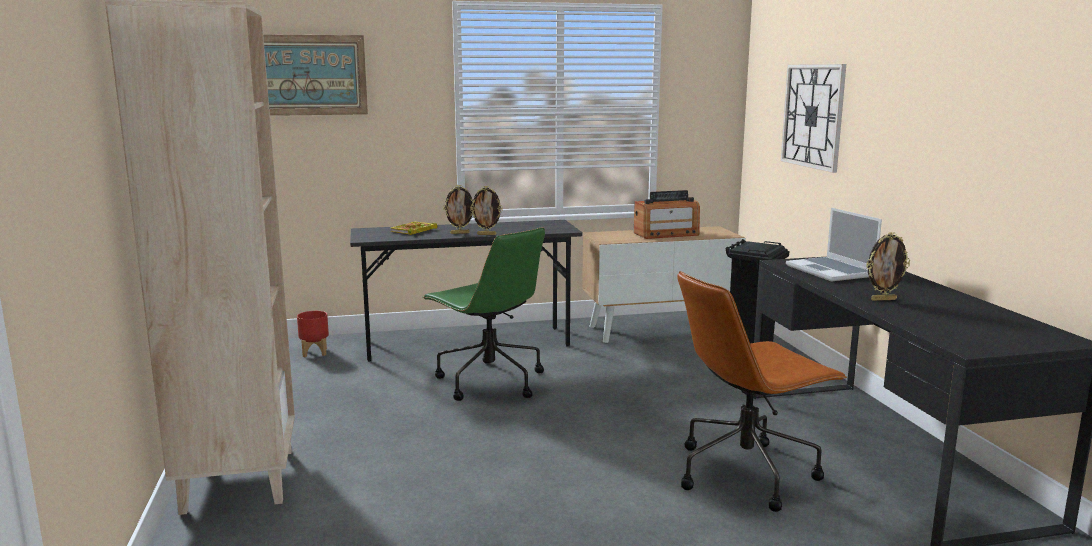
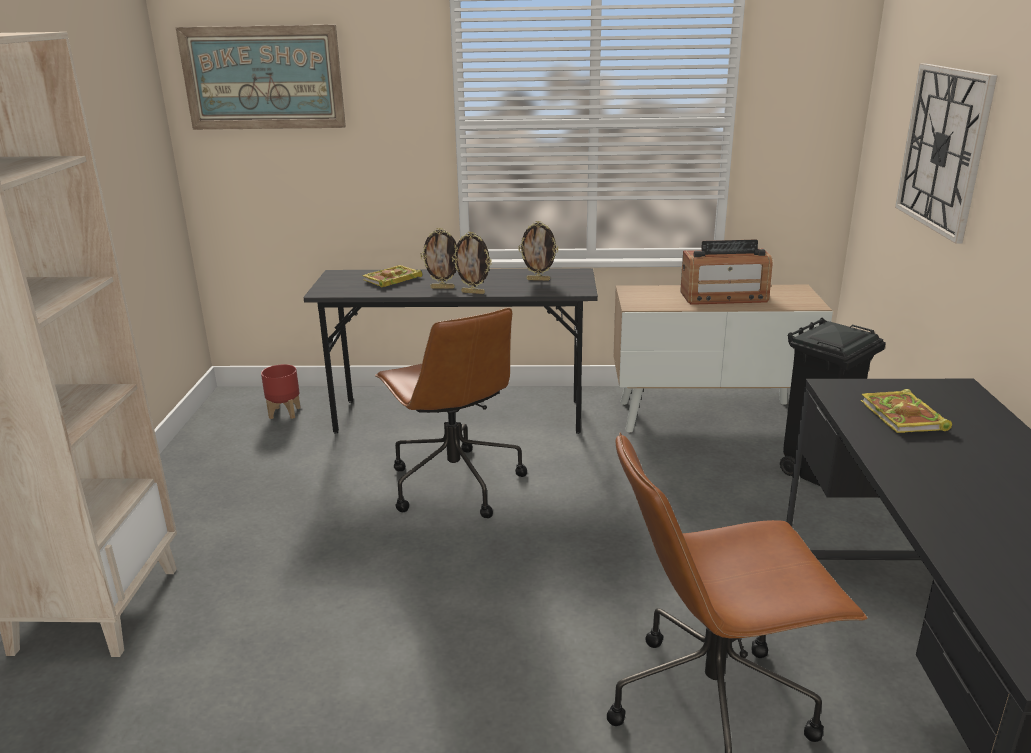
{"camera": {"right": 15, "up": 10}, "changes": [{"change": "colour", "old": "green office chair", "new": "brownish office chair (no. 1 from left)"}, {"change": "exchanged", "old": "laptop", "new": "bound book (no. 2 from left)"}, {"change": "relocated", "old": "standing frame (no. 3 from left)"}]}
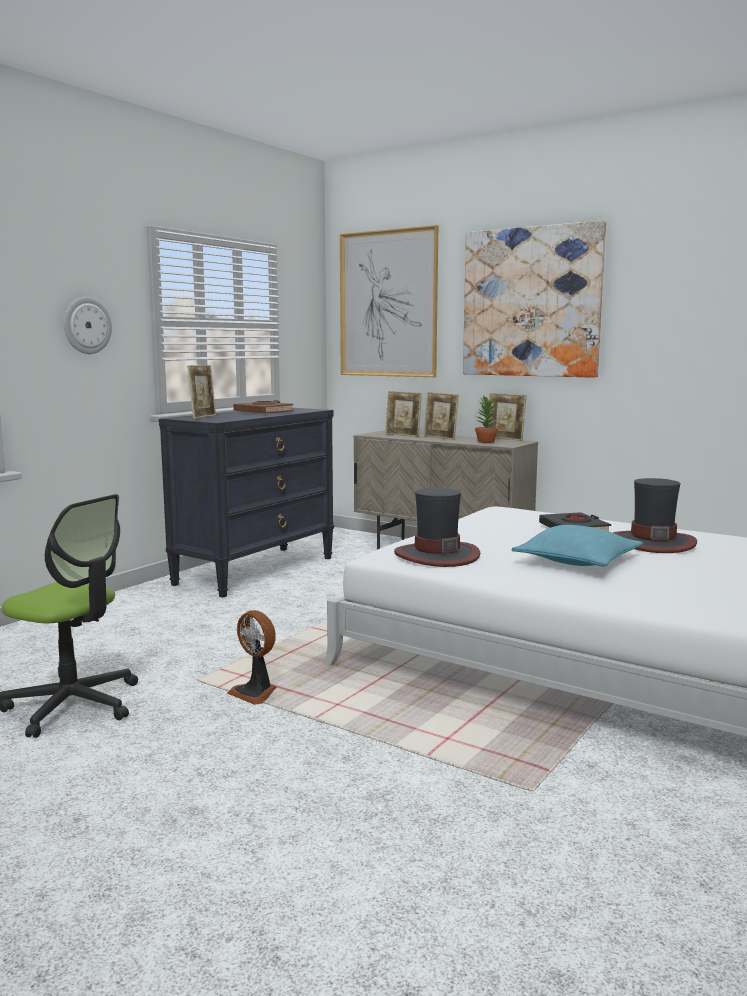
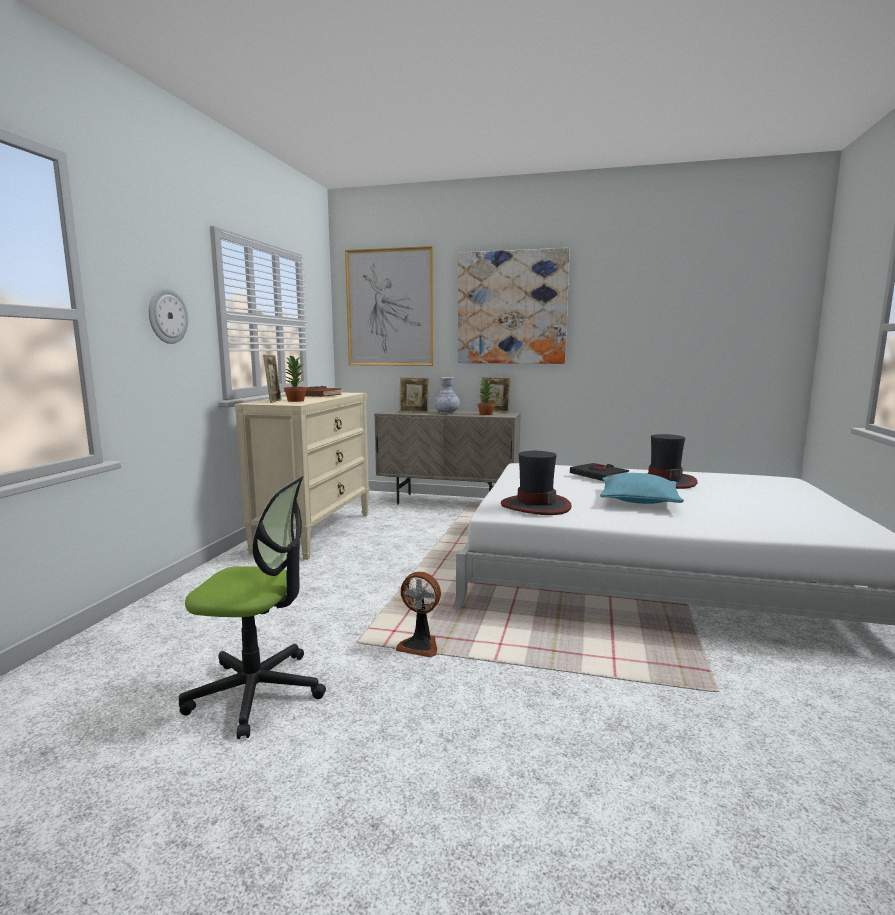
{"camera": {"right": -20, "up": 0}, "changes": [{"change": "colour", "old": "black chest of drawers", "new": "beige chest of drawers"}, {"change": "exchanged", "old": "standing frame (no. 3 from left)", "new": "flower vase"}, {"change": "appeared", "new": "plant in a pot (no. 1 from left)"}]}
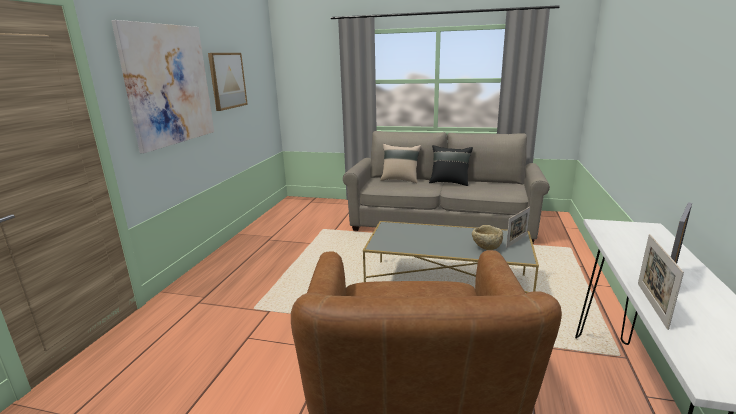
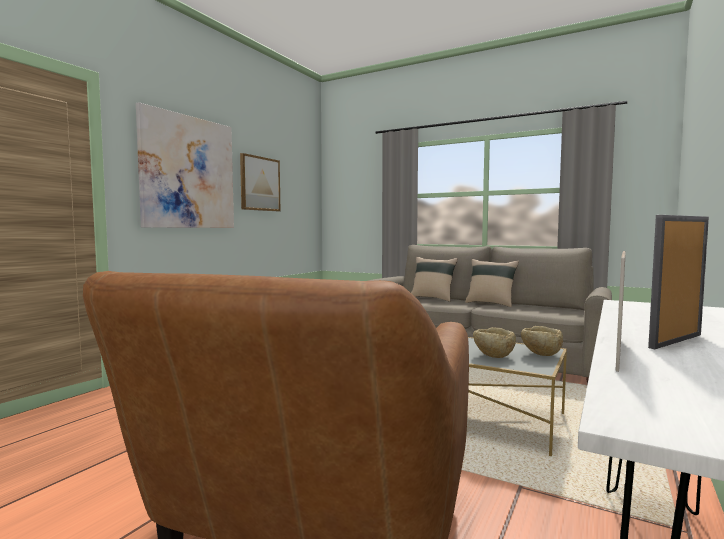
{"camera": {"right": 15, "up": -15}, "changes": [{"change": "colour", "old": "black cushion", "new": "beige cushion (no. 2 from left)"}, {"change": "exchanged", "old": "standing frame (no. 1 from left)", "new": "beige serving bowl (no. 2 from left)"}]}
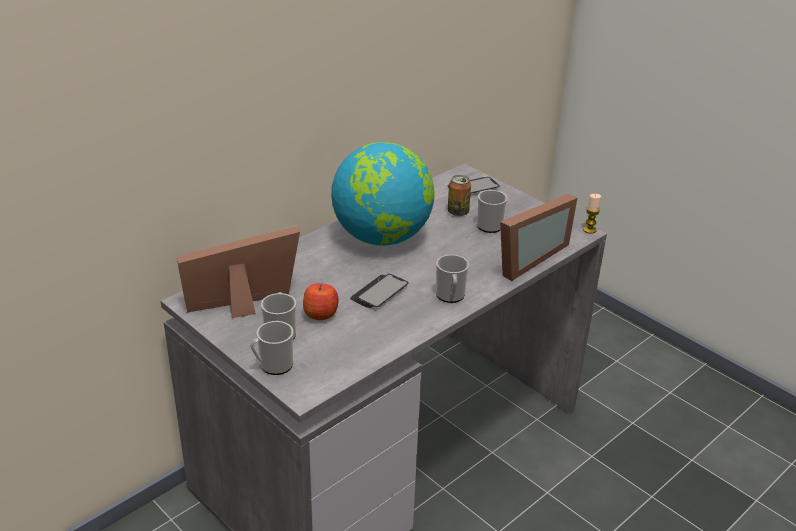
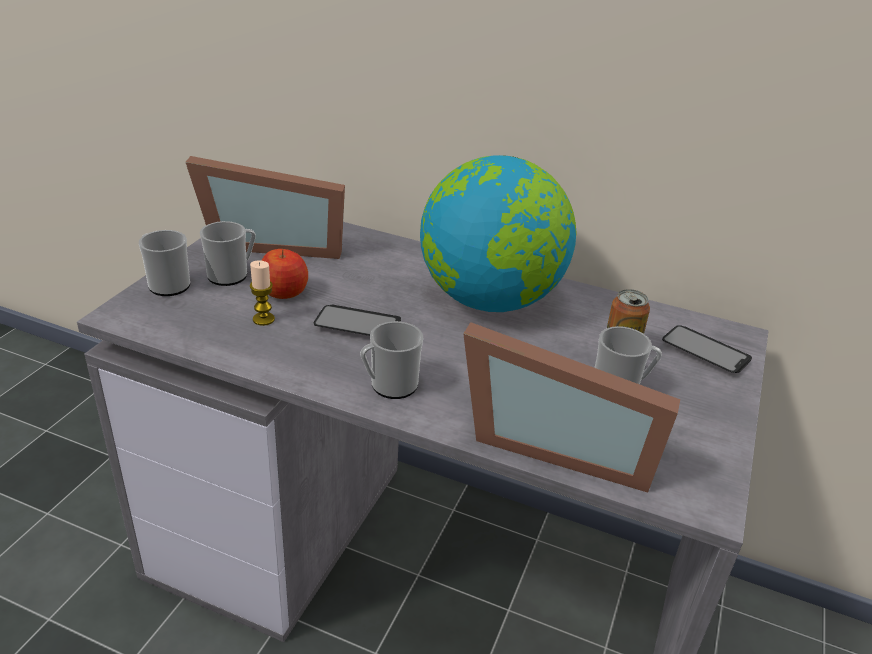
{"camera": {"right": 65, "up": 0}, "changes": [{"change": "spun", "old": "standing frame (no. 1 from left)", "degrees": 135}, {"change": "relocated", "old": "wax light"}]}
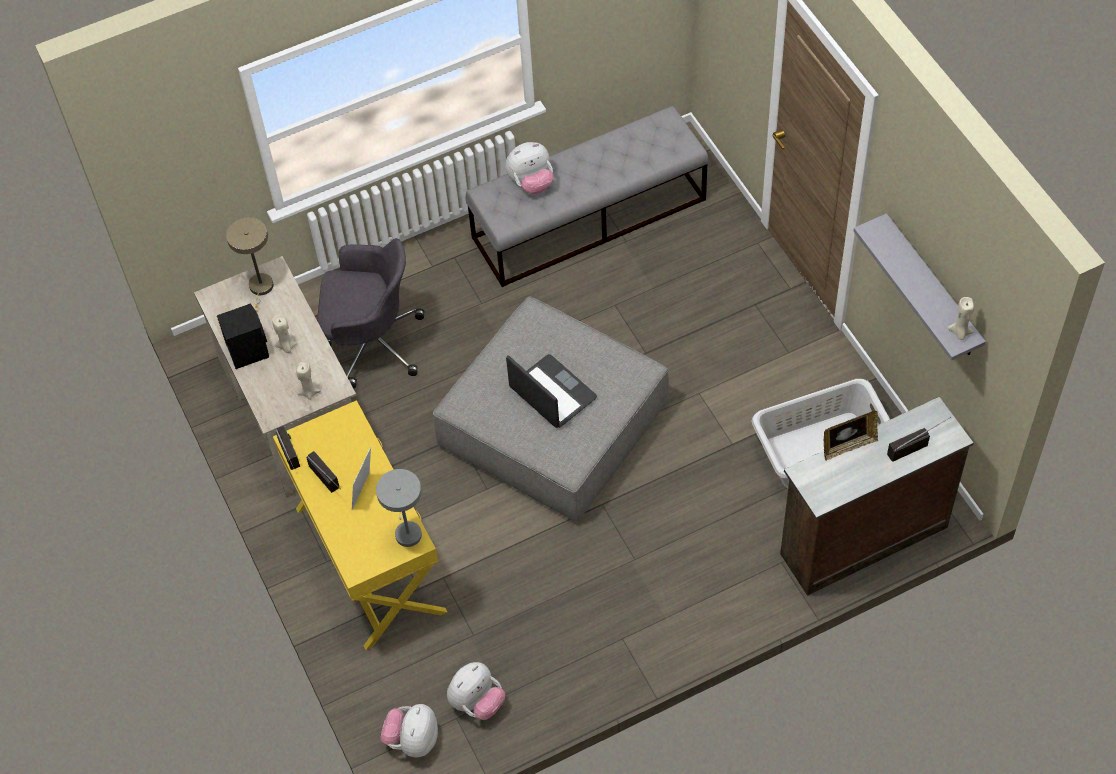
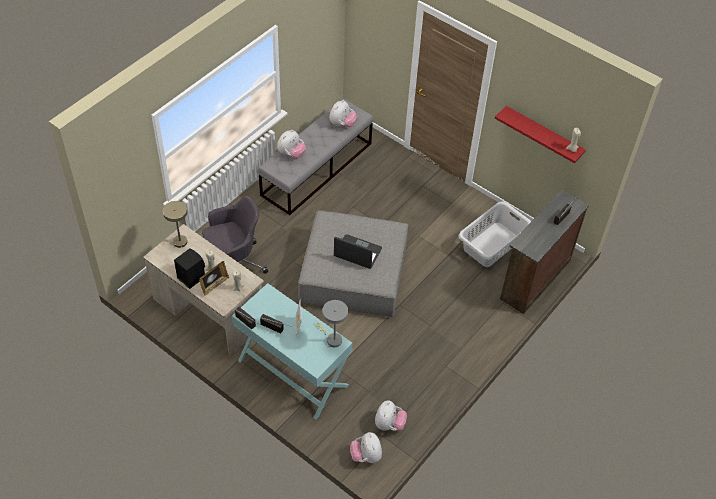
{"camera": {"right": -30, "up": -5}, "changes": [{"change": "colour", "old": "yellow hall table", "new": "turquoise hall table"}, {"change": "relocated", "old": "standing frame (no. 2 from left in the first image)", "new": "standing frame (no. 1 from left)"}, {"change": "colour", "old": "gray wall shelf", "new": "reddish wall shelf"}, {"change": "appeared", "new": "cuddly toy (no. 2 from left)"}]}
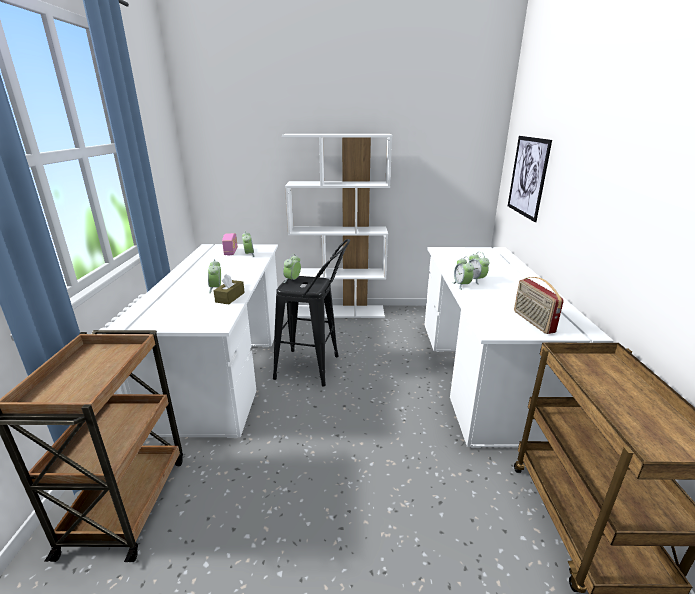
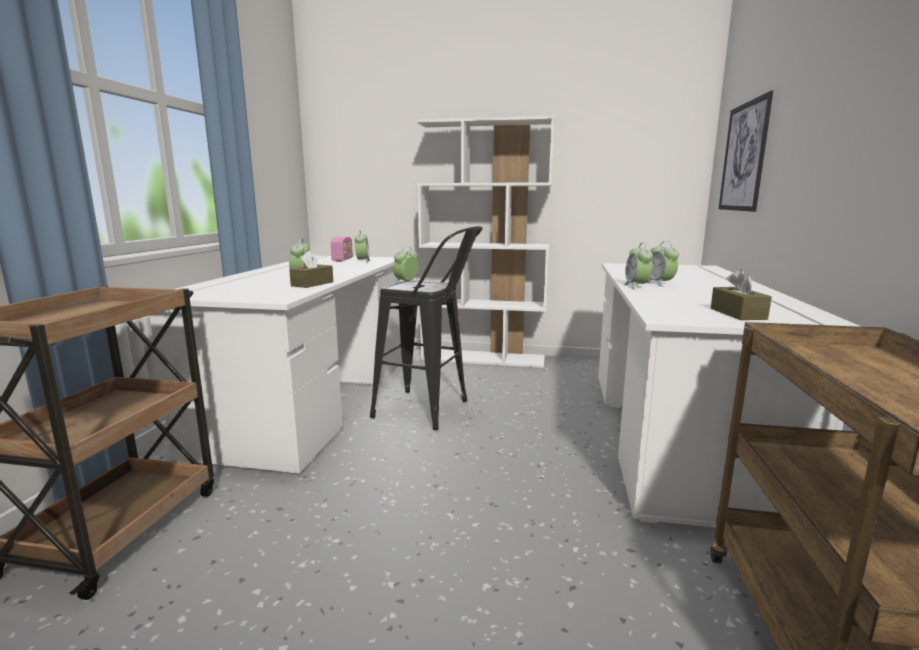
{"camera": {"right": 10, "up": -10}, "changes": [{"change": "exchanged", "old": "radio (no. 2 from left)", "new": "brownish box of tissues (no. 2 from left)"}]}
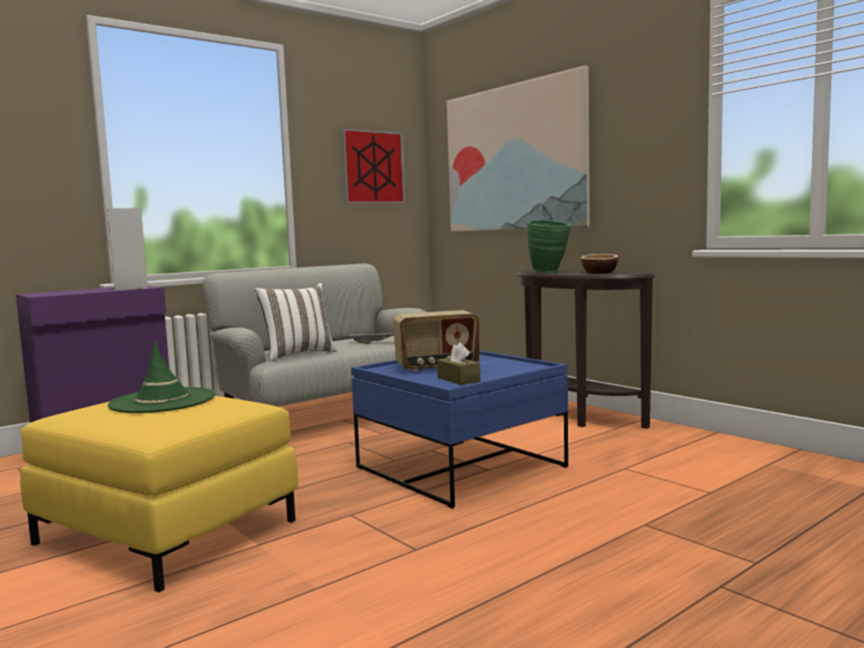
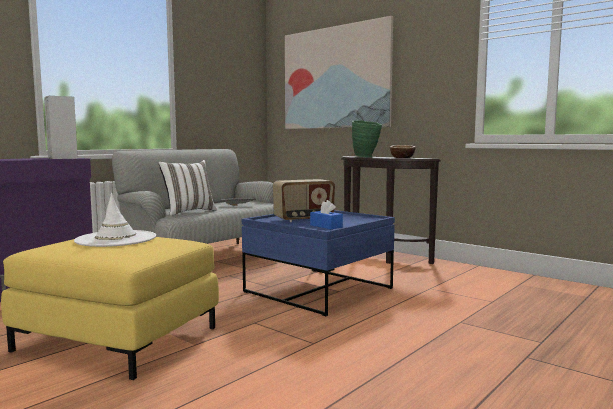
{"camera": {"right": -10, "up": 0}, "changes": [{"change": "colour", "old": "green hat", "new": "whitish hat"}, {"change": "missing", "old": "wall art (no. 1 from left)"}, {"change": "colour", "old": "brownish box of tissues", "new": "blue box of tissues"}]}
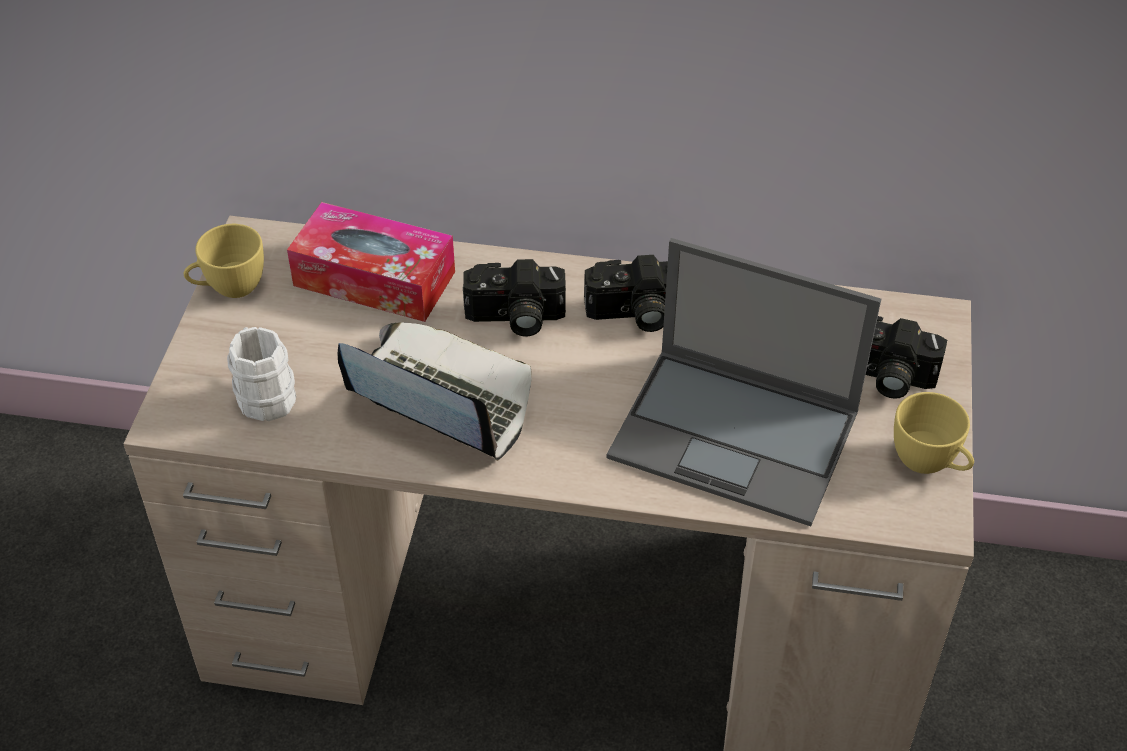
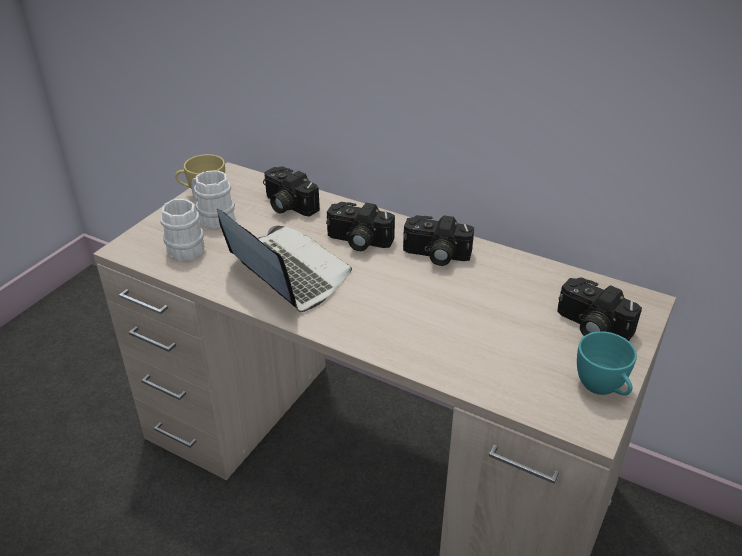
{"camera": {"right": 20, "up": -10}, "changes": [{"change": "exchanged", "old": "box of tissues", "new": "still camera (no. 1 from left)"}, {"change": "missing", "old": "laptop (no. 2 from left)"}, {"change": "colour", "old": "yellow drinking cup (no. 2 from left)", "new": "turquoise drinking cup"}, {"change": "appeared", "new": "whitish tea mug (no. 2 from left)"}]}
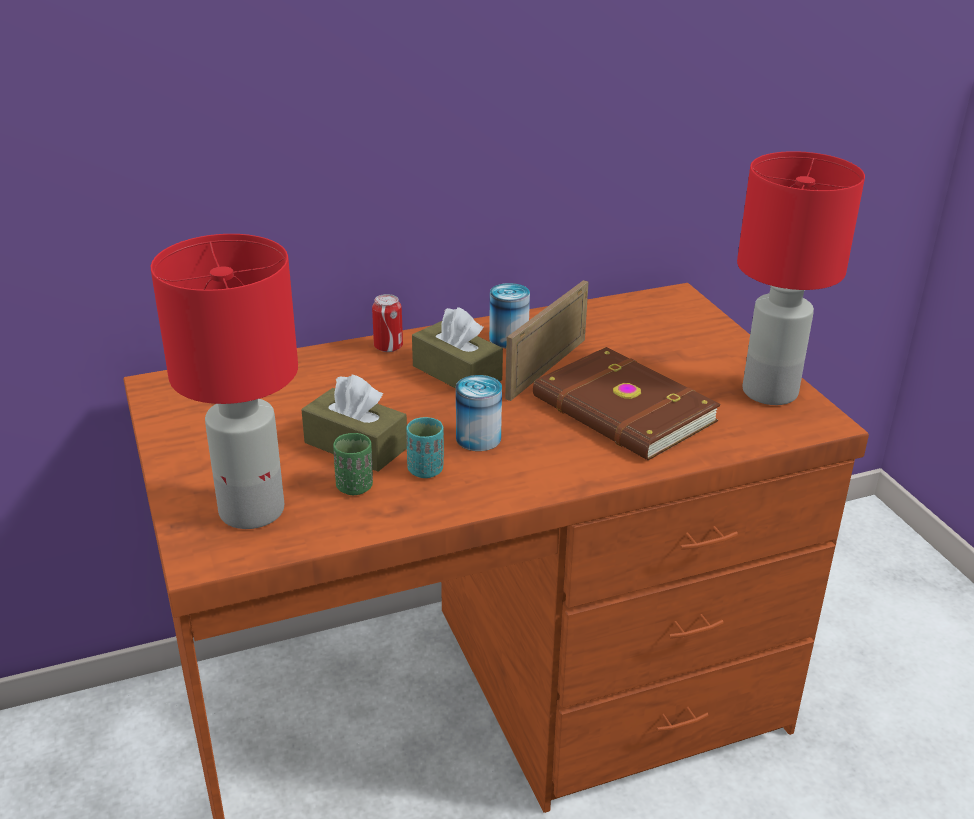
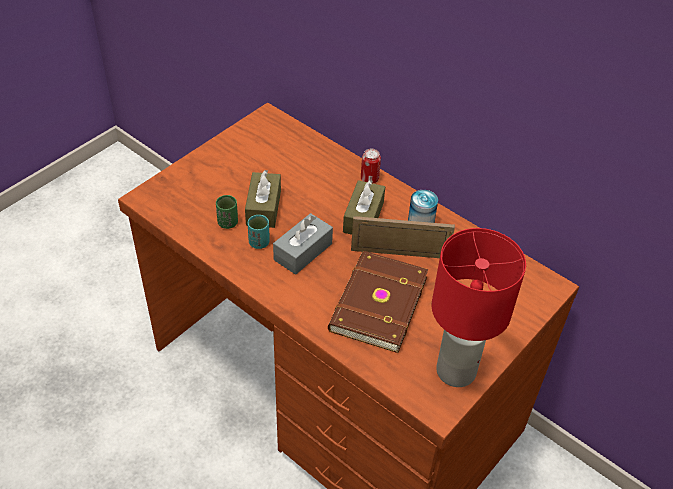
{"camera": {"right": 60, "up": 15}, "changes": [{"change": "missing", "old": "reddish table lamp (no. 1 from left)"}, {"change": "exchanged", "old": "sealed can (no. 2 from left)", "new": "gray box of tissues"}]}
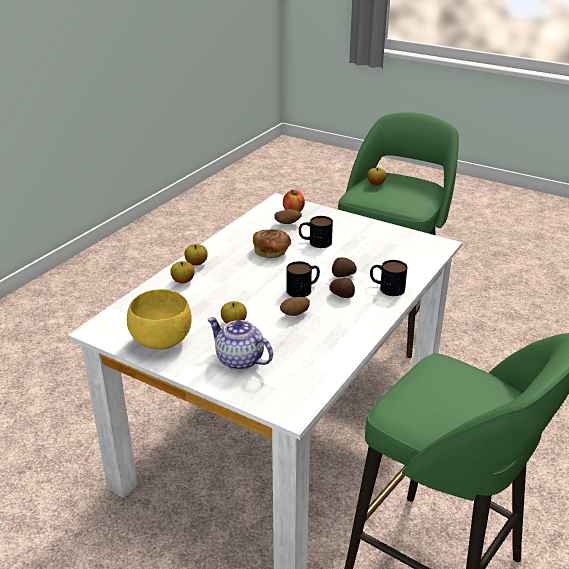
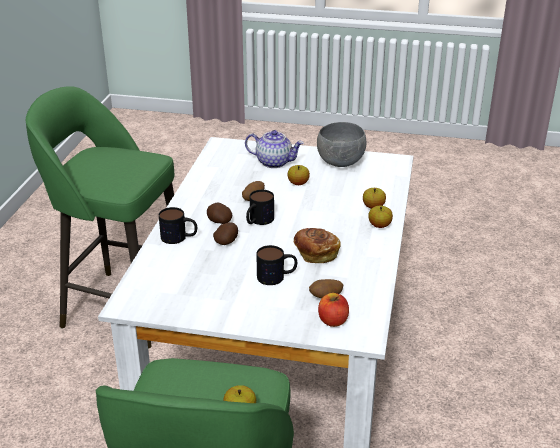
{"camera": {"right": 160, "up": 0}, "changes": [{"change": "colour", "old": "yellow serving bowl", "new": "gray serving bowl"}]}
